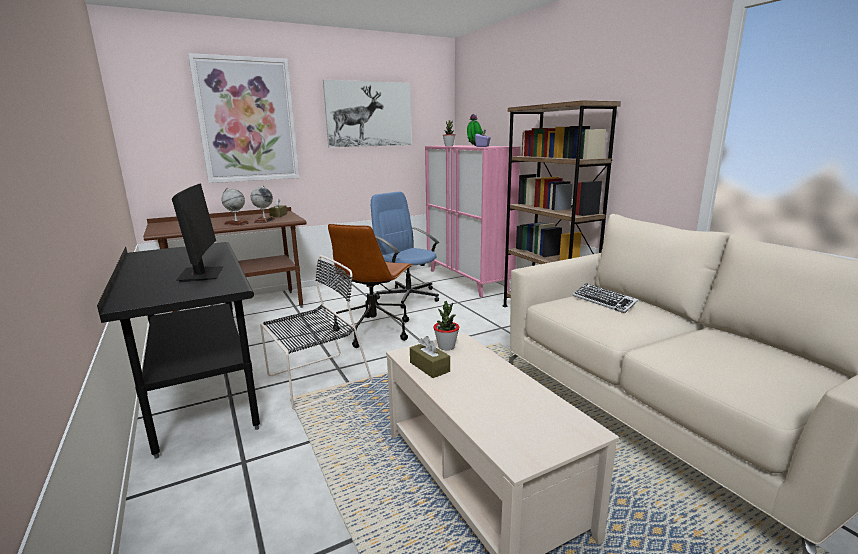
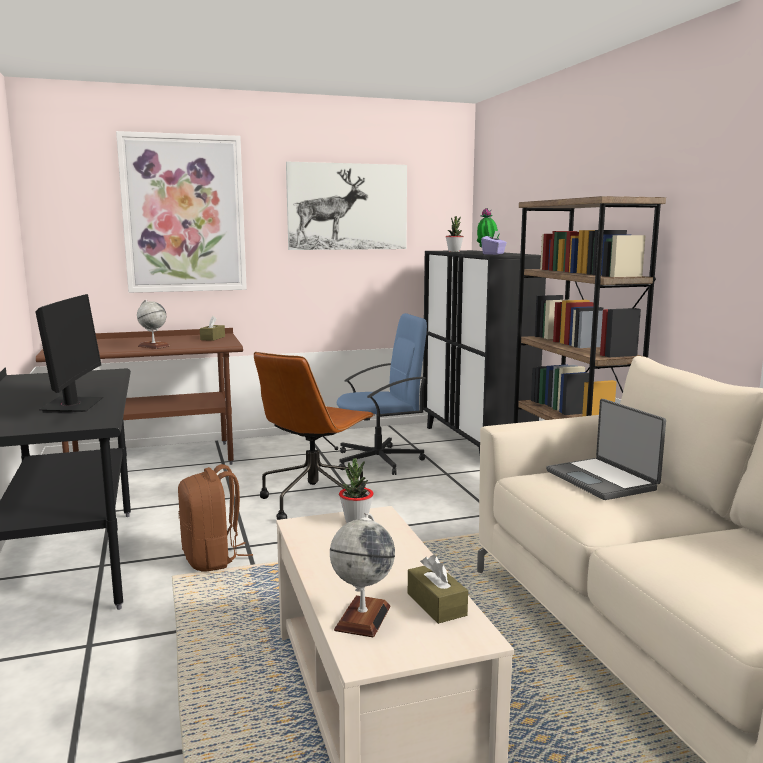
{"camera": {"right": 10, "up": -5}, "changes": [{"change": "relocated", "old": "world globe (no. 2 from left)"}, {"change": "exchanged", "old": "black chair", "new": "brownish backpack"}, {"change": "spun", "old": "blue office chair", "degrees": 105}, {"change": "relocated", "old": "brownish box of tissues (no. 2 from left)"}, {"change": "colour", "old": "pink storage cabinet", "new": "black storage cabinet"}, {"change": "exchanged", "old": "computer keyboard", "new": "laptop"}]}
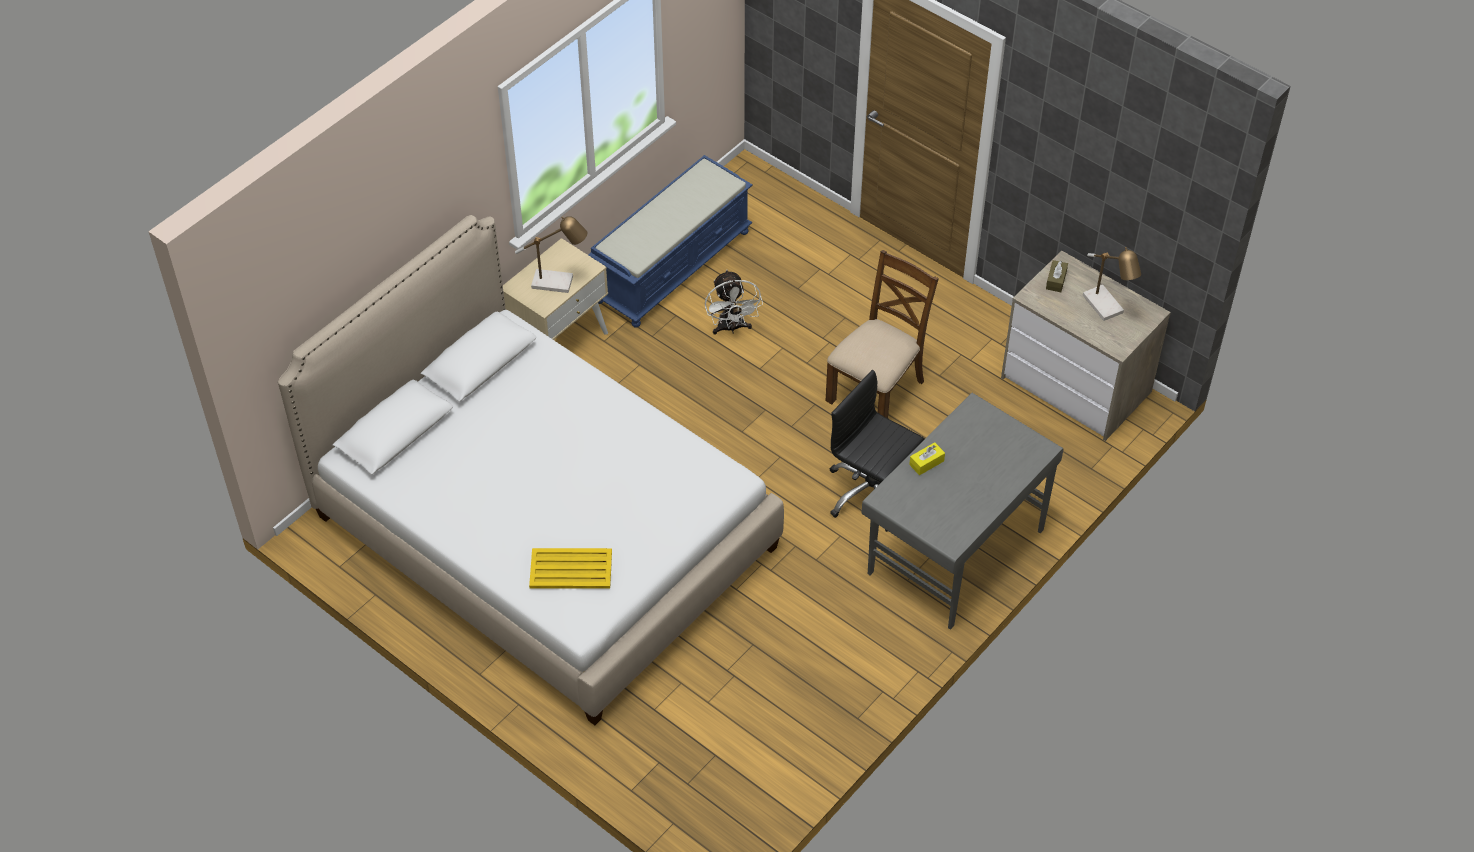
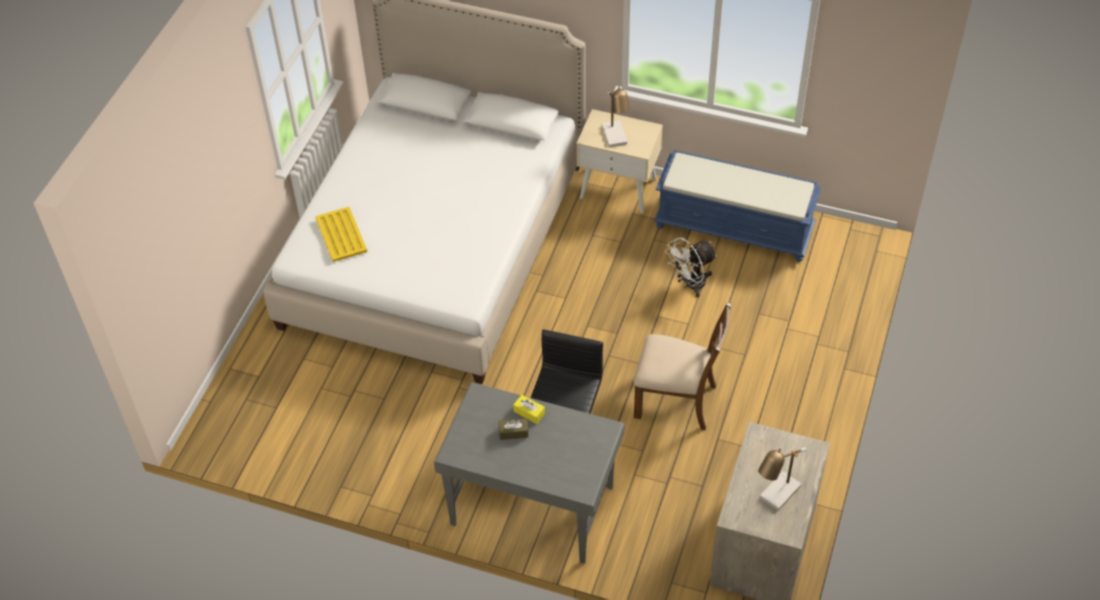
{"camera": {"right": 70, "up": 0}, "changes": [{"change": "relocated", "old": "brownish box of tissues"}]}
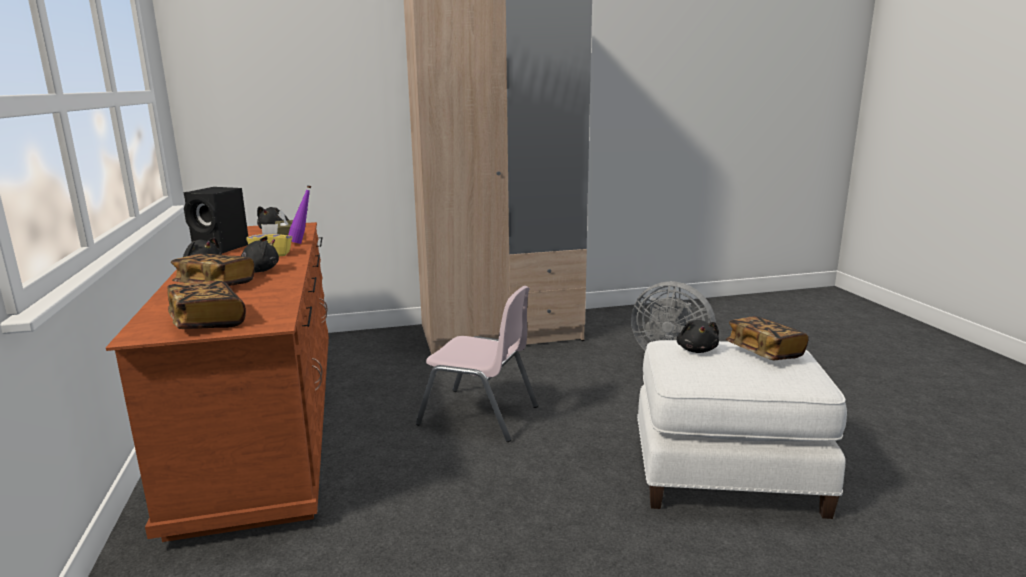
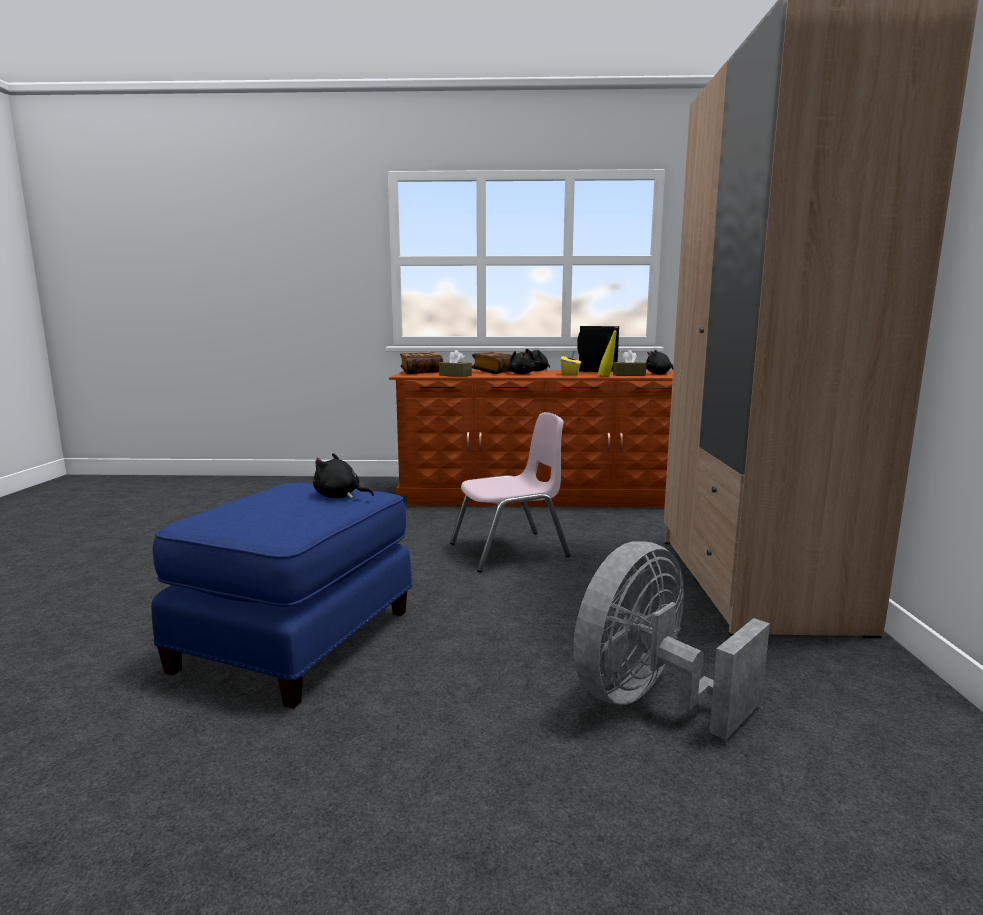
{"camera": {"right": 105, "up": -5}, "changes": [{"change": "colour", "old": "purplish beverage bottle", "new": "yellow beverage bottle"}, {"change": "spun", "old": "pink chair", "degrees": -150}, {"change": "colour", "old": "whitish footrest", "new": "blue footrest"}, {"change": "missing", "old": "bound book (no. 3 from left)"}, {"change": "appeared", "new": "brownish box of tissues (no. 1 from left)"}]}
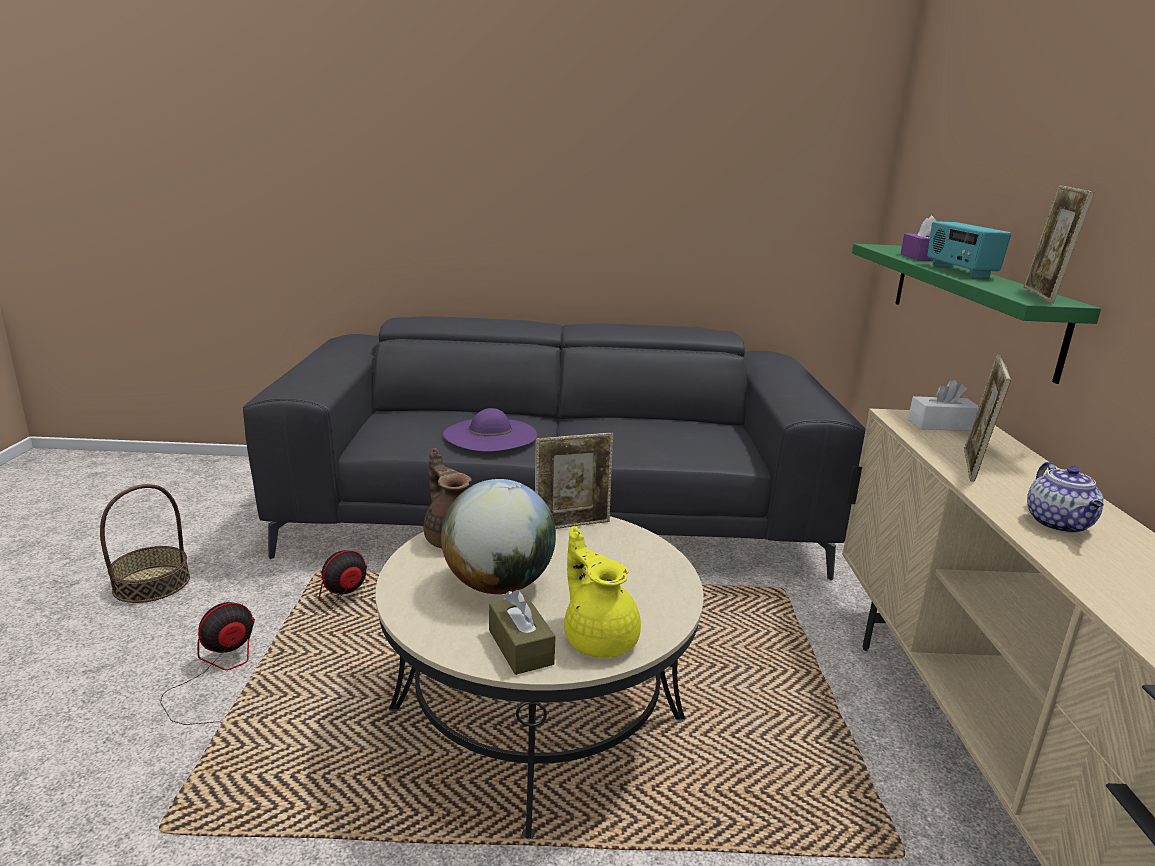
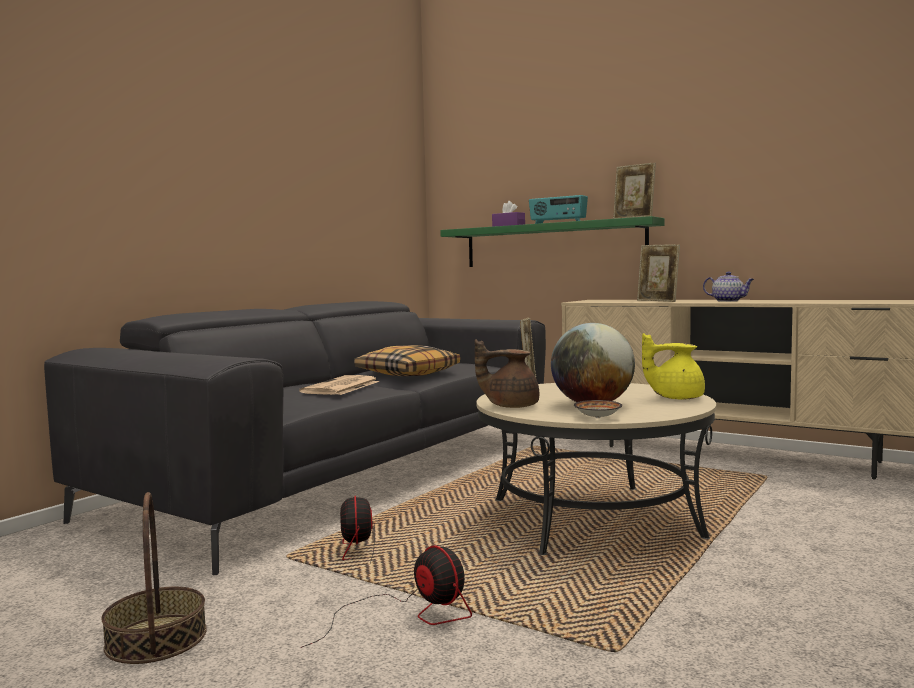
{"camera": {"right": -55, "up": -15}, "changes": [{"change": "spun", "old": "fan (no. 1 from left in the first image)", "degrees": 150}, {"change": "exchanged", "old": "purplish hat", "new": "daily paper"}, {"change": "missing", "old": "brownish box of tissues"}, {"change": "missing", "old": "whitish box of tissues"}, {"change": "appeared", "new": "cushion"}, {"change": "appeared", "new": "serving bowl"}]}
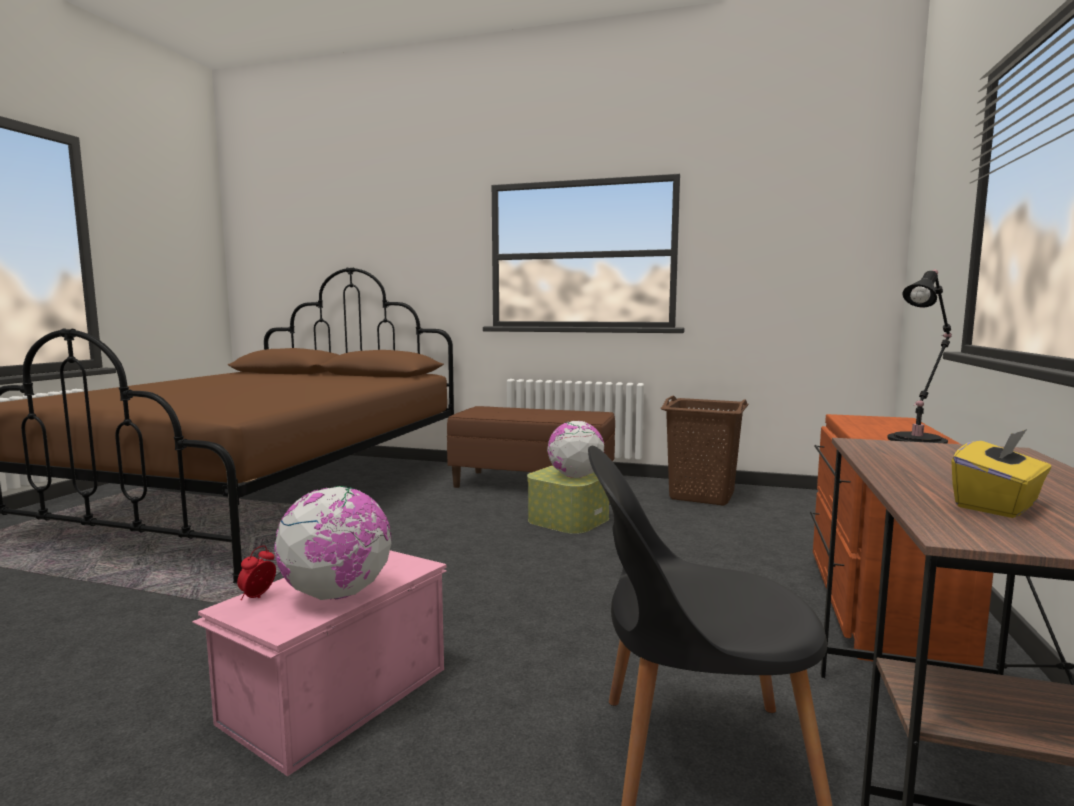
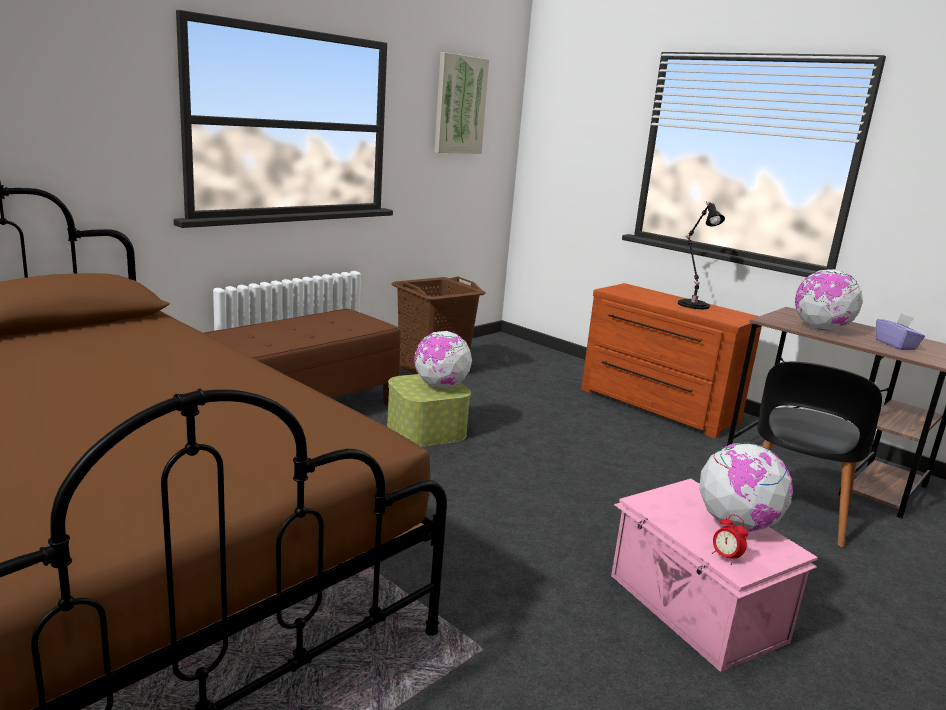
{"camera": {"right": -65, "up": 10}, "changes": [{"change": "colour", "old": "yellow box of tissues", "new": "purplish box of tissues"}, {"change": "appeared", "new": "wall art"}, {"change": "appeared", "new": "world globe (no. 3 from left)"}]}
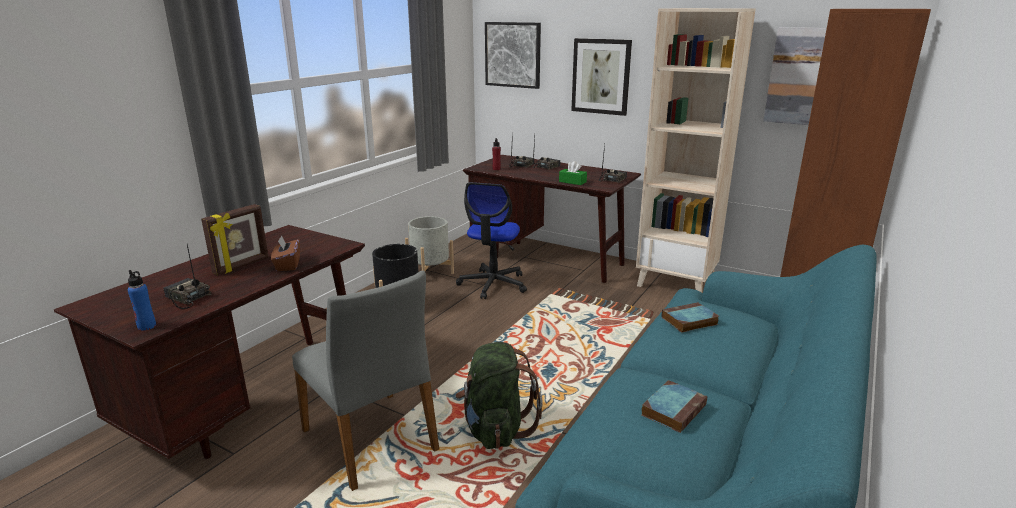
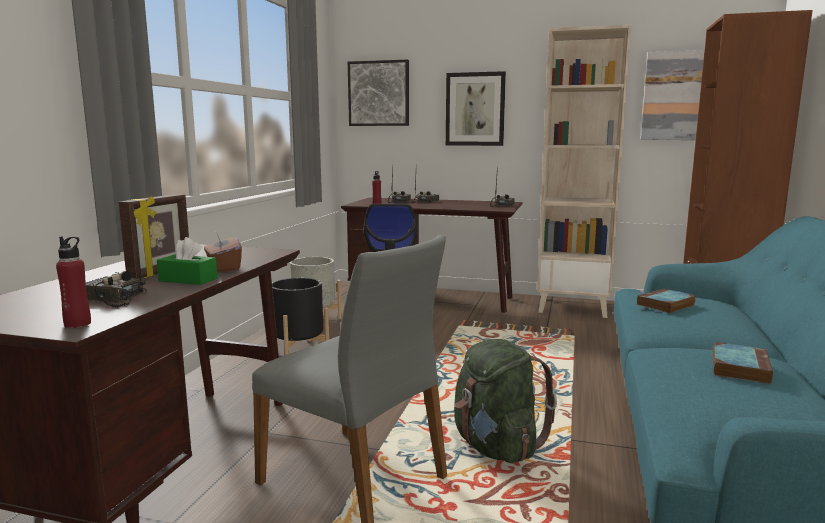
{"camera": {"right": -15, "up": -10}, "changes": [{"change": "colour", "old": "blue beverage bottle", "new": "reddish beverage bottle (no. 1 from left)"}, {"change": "relocated", "old": "green box of tissues"}]}
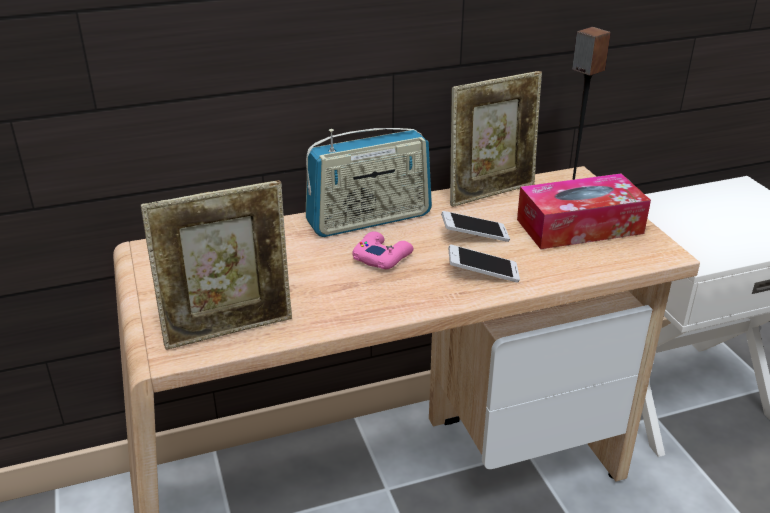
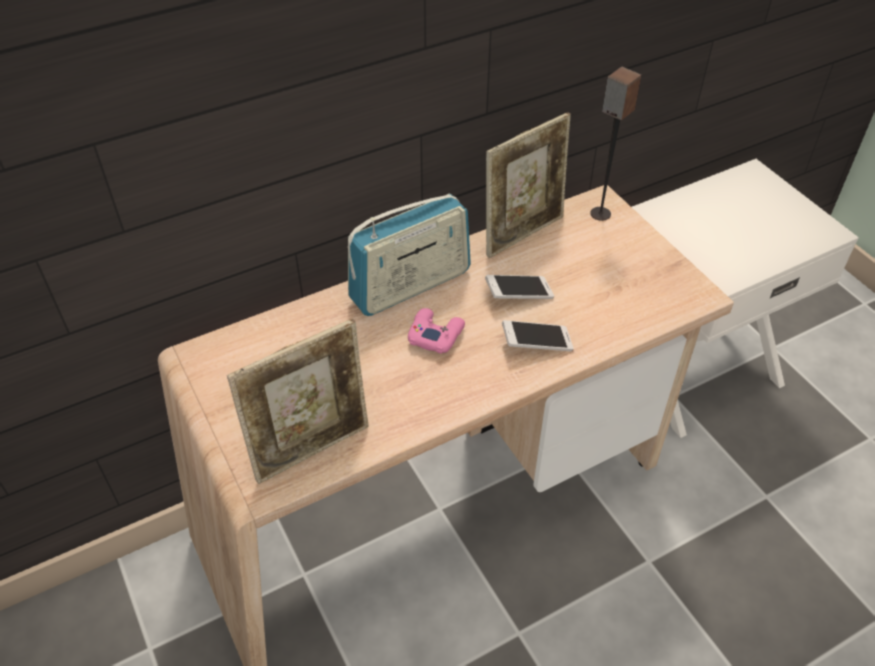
{"camera": {"right": -10, "up": 15}, "changes": [{"change": "missing", "old": "box of tissues"}]}
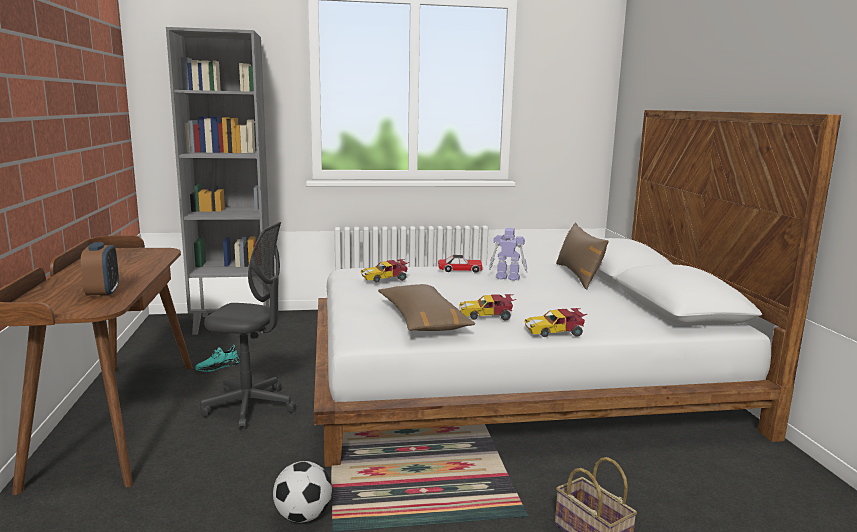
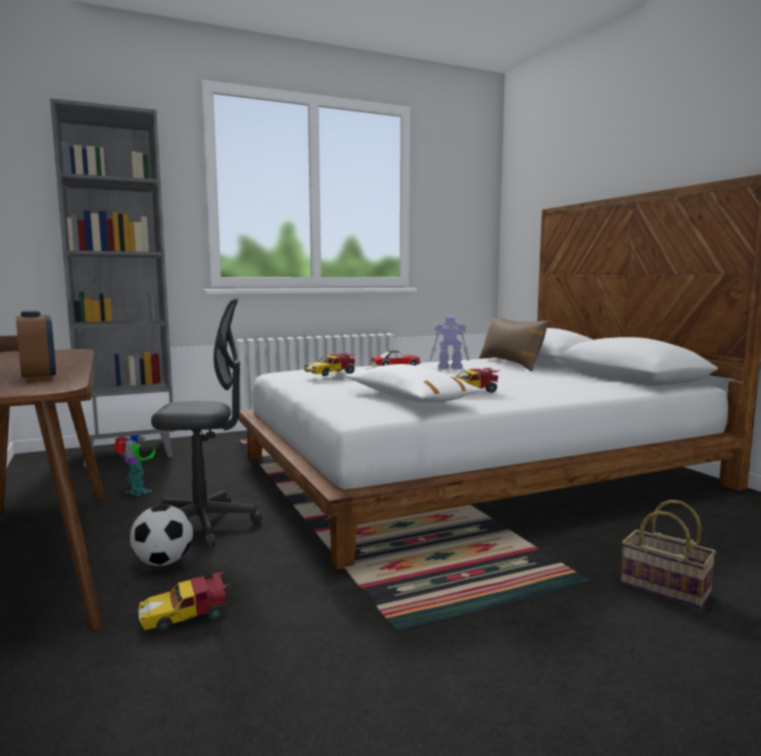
{"camera": {"right": -15, "up": -5}, "changes": [{"change": "exchanged", "old": "turquoise item of footwear", "new": "robot figure (no. 1 from left)"}, {"change": "relocated", "old": "ball for football"}, {"change": "colour", "old": "brownish cushion (no. 1 from left)", "new": "whitish cushion"}, {"change": "relocated", "old": "model car (no. 4 from left in the first image)", "new": "model car (no. 1 from left)"}]}
